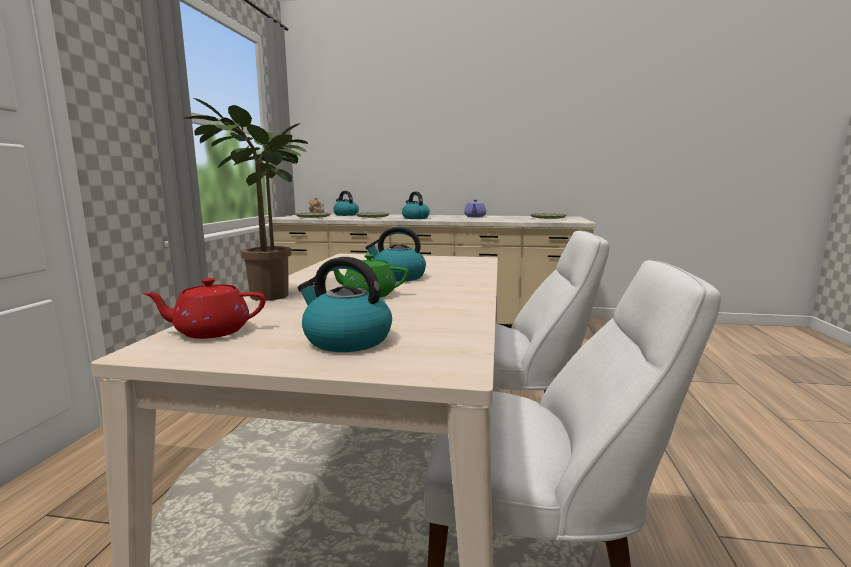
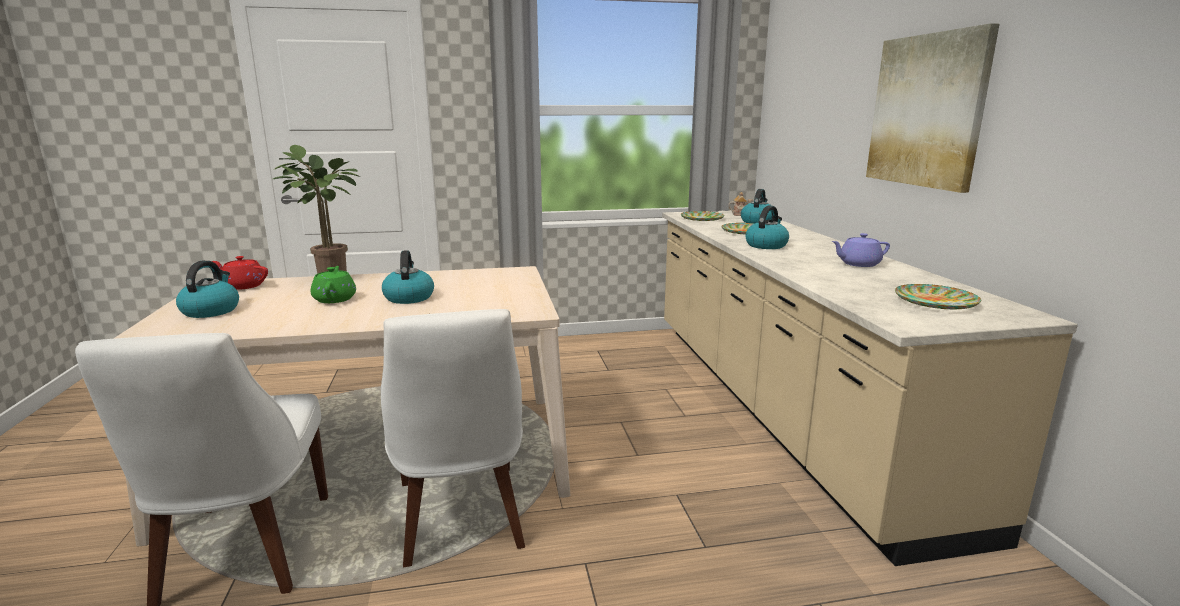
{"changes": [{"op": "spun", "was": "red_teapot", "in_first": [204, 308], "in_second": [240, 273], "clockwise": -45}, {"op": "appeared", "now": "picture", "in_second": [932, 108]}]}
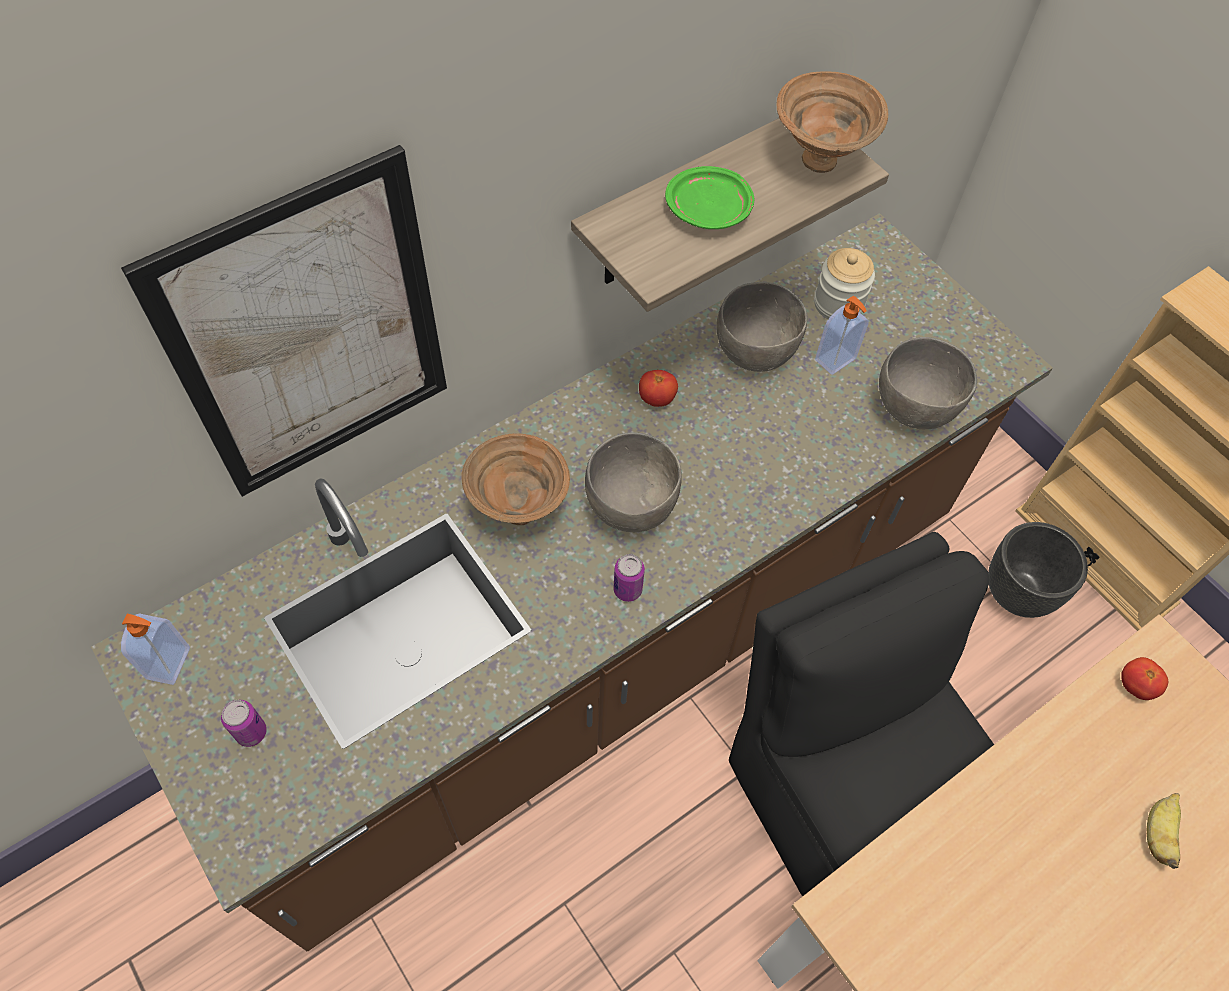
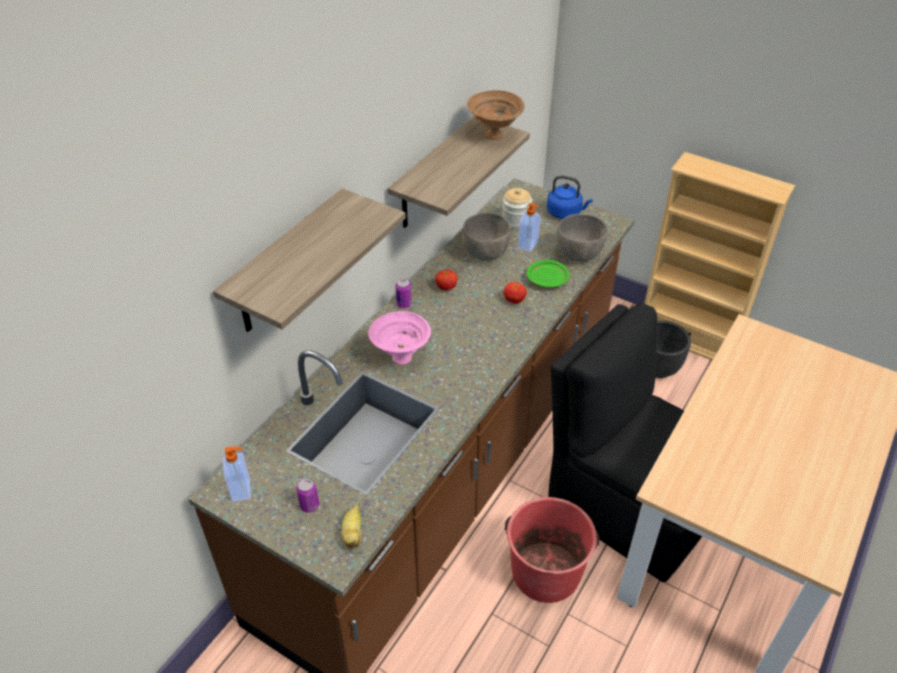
{"changes": [{"op": "exchanged", "was": "picture", "now": "shelf", "in_first": [284, 321], "in_second": [309, 260]}, {"op": "relocated", "was": "green_plate", "in_first": [709, 197], "in_second": [548, 273]}, {"op": "missing", "was": "grey_bowl", "in_first": [633, 482]}, {"op": "colour", "was": "brown_bowl", "now": "pink_bowl", "in_first": [515, 479], "in_second": [399, 338]}, {"op": "relocated", "was": "can", "in_first": [629, 578], "in_second": [404, 293]}, {"op": "relocated", "was": "tomato", "in_first": [1144, 678], "in_second": [515, 293]}, {"op": "relocated", "was": "banana", "in_first": [1164, 831], "in_second": [351, 526]}, {"op": "appeared", "now": "blue_kettle", "in_second": [570, 197]}, {"op": "appeared", "now": "red_bucket", "in_second": [552, 550]}]}
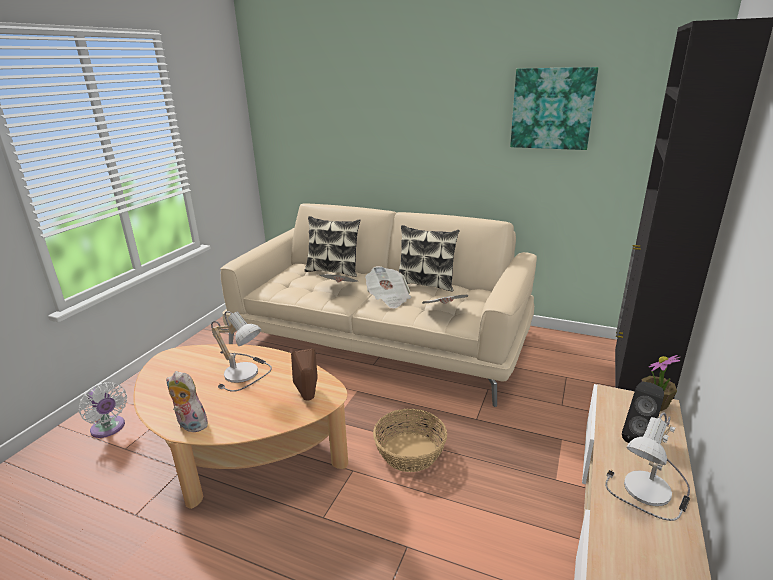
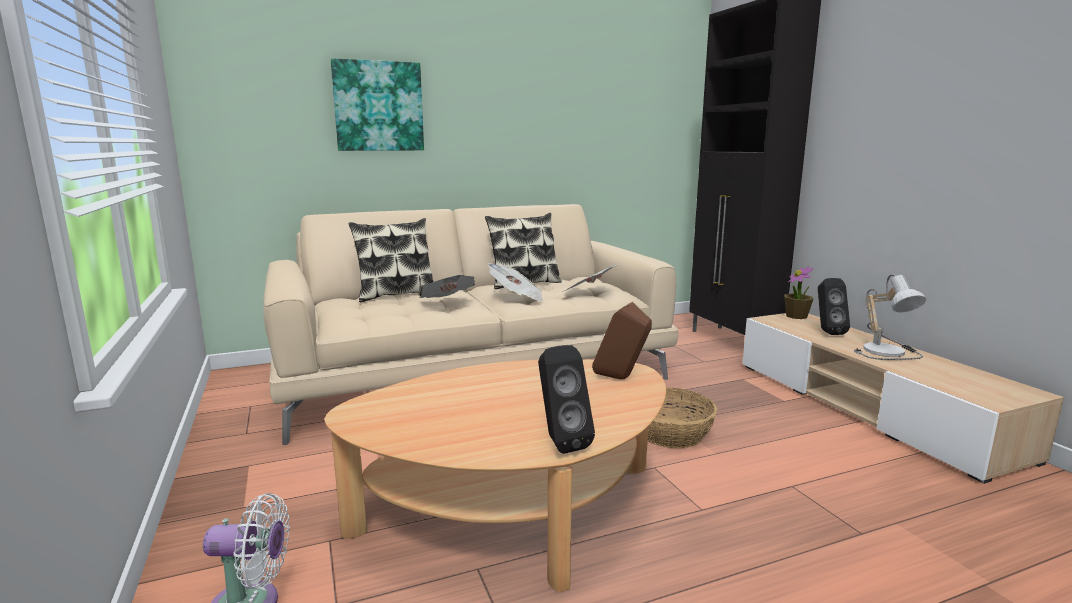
{"changes": [{"op": "relocated", "was": "picture", "in_first": [554, 108], "in_second": [377, 104]}, {"op": "missing", "was": "table_lamp", "in_first": [241, 351]}, {"op": "exchanged", "was": "plush_toy", "now": "black_speaker", "in_first": [187, 402], "in_second": [566, 399]}]}
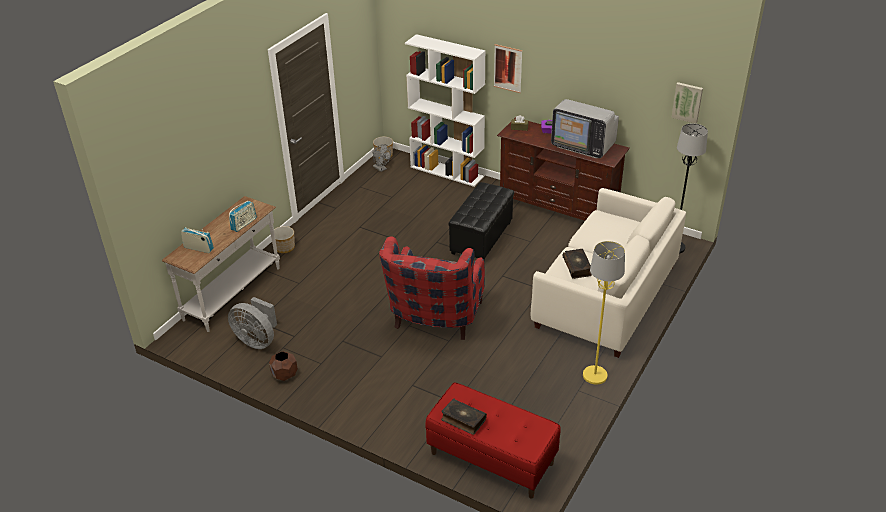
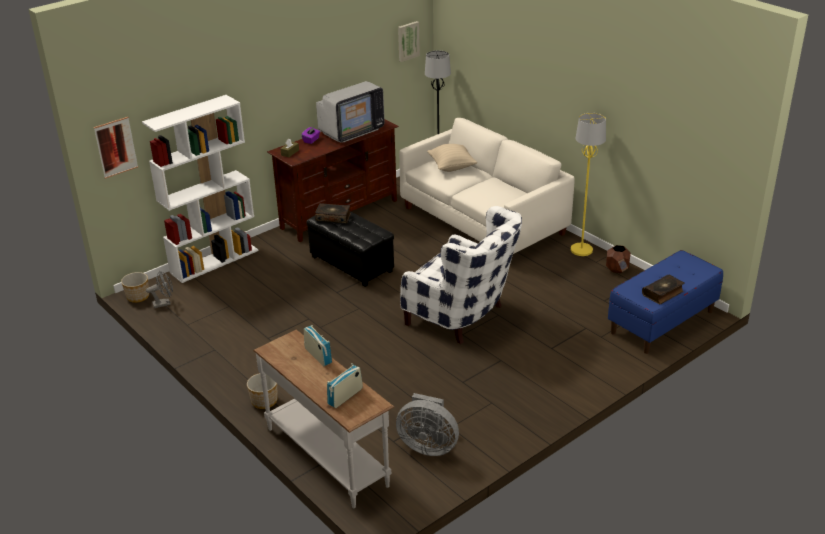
{"changes": [{"op": "relocated", "was": "picture", "in_first": [508, 68], "in_second": [116, 148]}, {"op": "colour", "was": "red_armchair", "now": "white_armchair", "in_first": [432, 288], "in_second": [461, 275]}, {"op": "relocated", "was": "book", "in_first": [577, 264], "in_second": [333, 213]}, {"op": "spun", "was": "grey_fan", "in_first": [252, 323], "in_second": [427, 424], "clockwise": 60}, {"op": "relocated", "was": "brown_planter", "in_first": [283, 366], "in_second": [618, 259]}, {"op": "colour", "was": "red_bench", "now": "blue_bench", "in_first": [493, 440], "in_second": [665, 302]}, {"op": "appeared", "now": "beige_pillow", "in_second": [452, 158]}]}
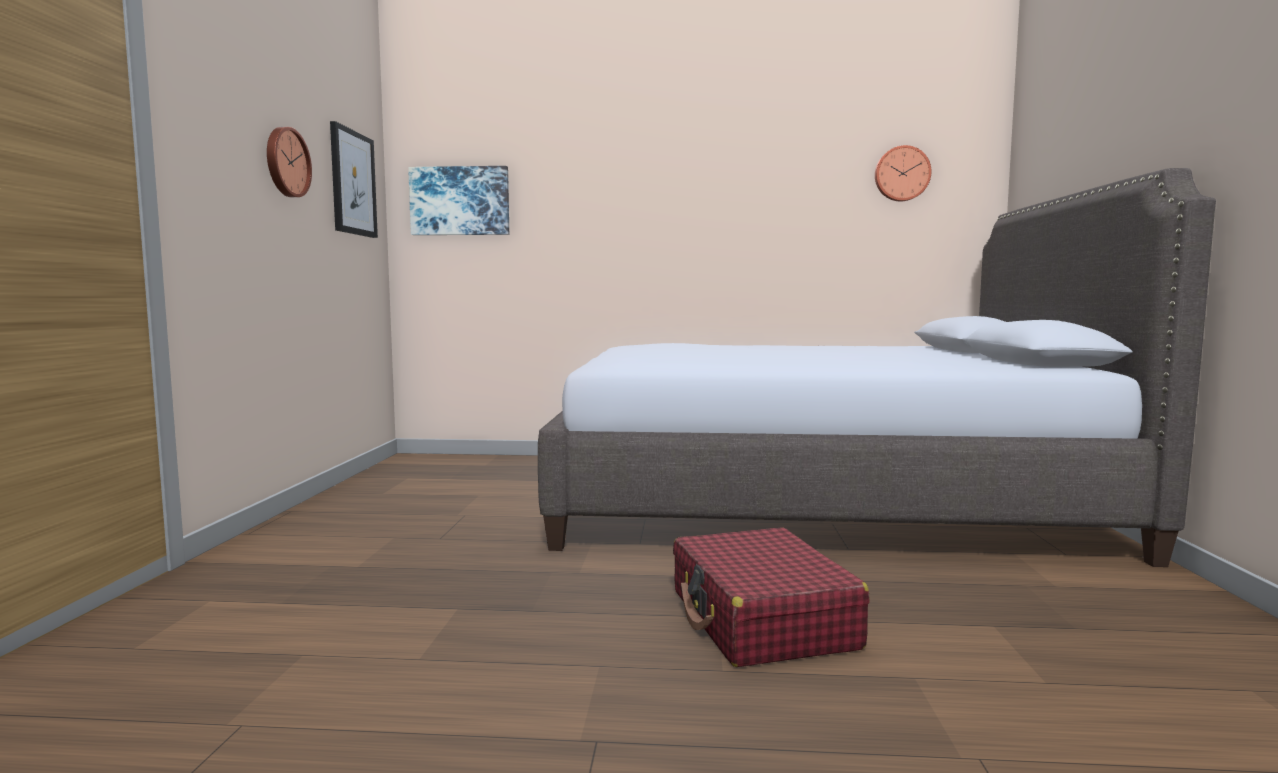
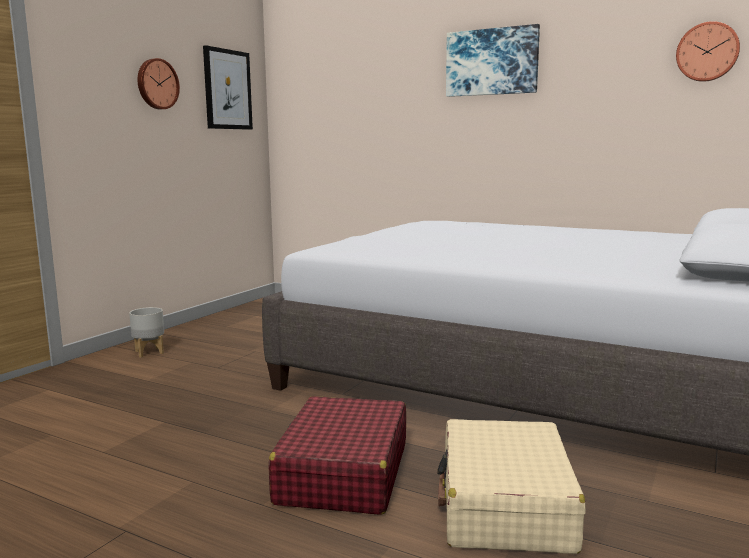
{"changes": [{"op": "relocated", "was": "picture", "in_first": [458, 200], "in_second": [493, 60]}, {"op": "appeared", "now": "grey_planter", "in_second": [146, 332]}, {"op": "appeared", "now": "beige_suitcase", "in_second": [511, 486]}]}
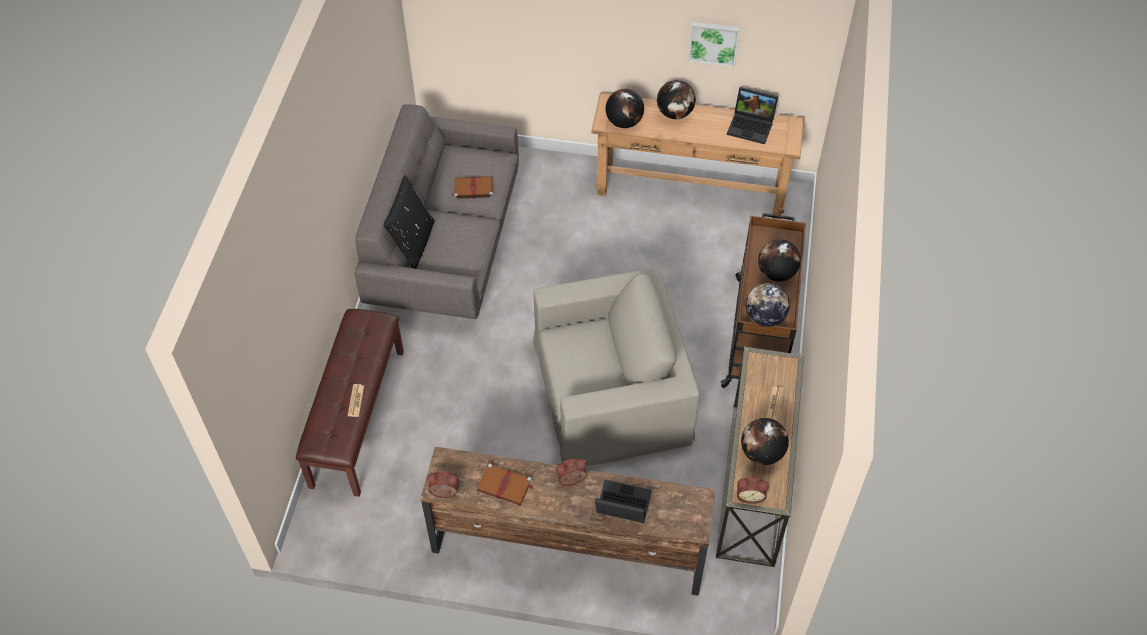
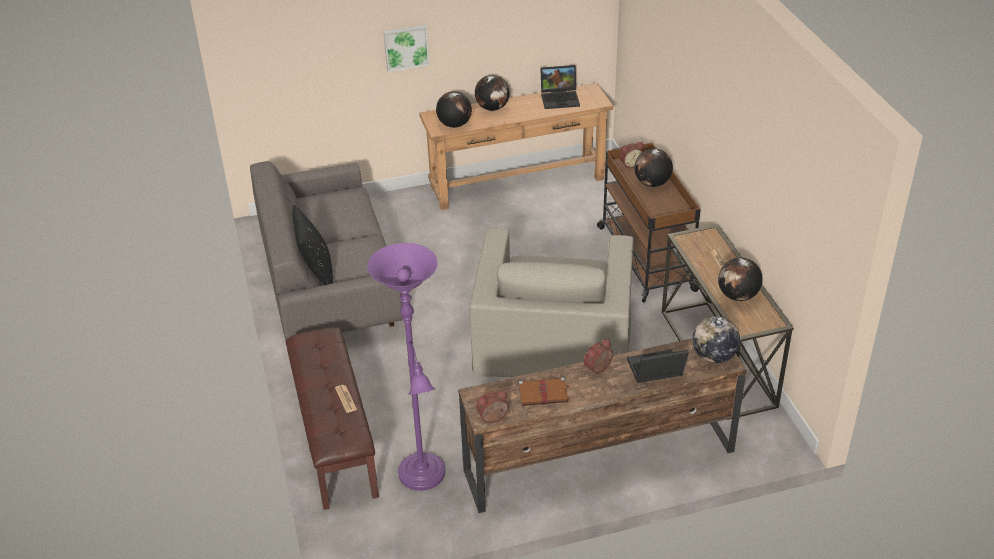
{"changes": [{"op": "relocated", "was": "picture", "in_first": [714, 44], "in_second": [406, 48]}, {"op": "missing", "was": "brown_book", "in_first": [472, 187]}, {"op": "spun", "was": "beige_armchair", "in_first": [616, 367], "in_second": [551, 303], "clockwise": 135}, {"op": "relocated", "was": "globe", "in_first": [768, 305], "in_second": [716, 339]}, {"op": "relocated", "was": "alarm_clock", "in_first": [753, 491], "in_second": [631, 155]}, {"op": "appeared", "now": "purple_floor_lamp", "in_second": [406, 367]}]}
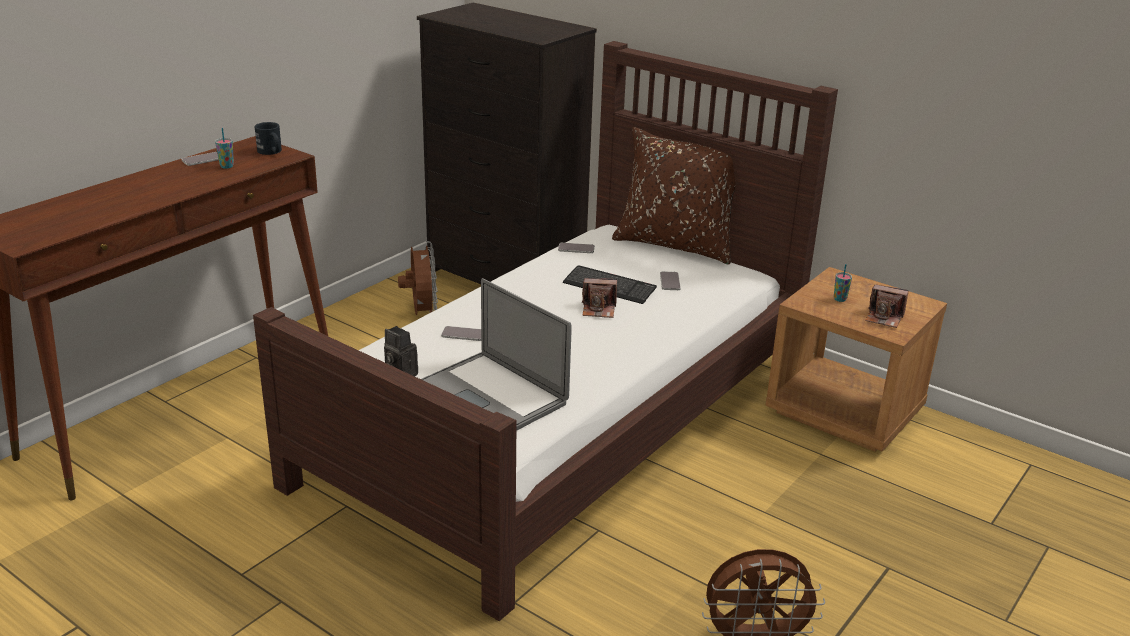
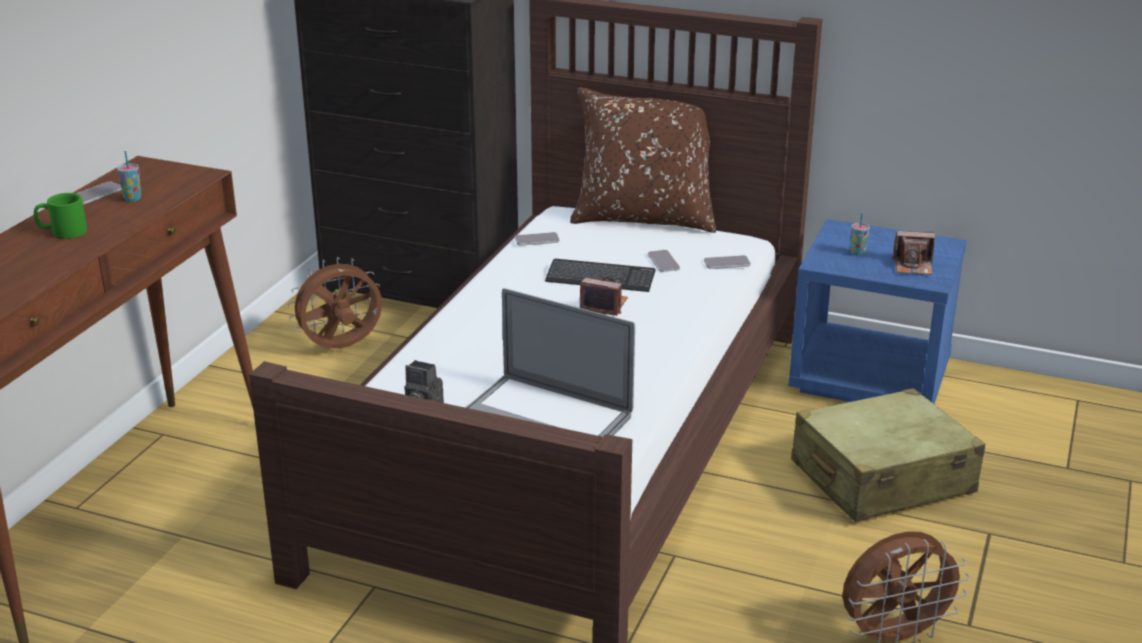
{"changes": [{"op": "missing", "was": "black_mug", "in_first": [268, 138]}, {"op": "spun", "was": "brown_fan", "in_first": [418, 278], "in_second": [335, 303], "clockwise": -90}, {"op": "colour", "was": "brown_nightstand", "now": "blue_nightstand", "in_first": [856, 359], "in_second": [877, 311]}, {"op": "spun", "was": "photo_camera", "in_first": [599, 298], "in_second": [604, 296], "clockwise": -150}, {"op": "relocated", "was": "phone", "in_first": [461, 333], "in_second": [727, 262]}, {"op": "appeared", "now": "green_mug", "in_second": [60, 216]}, {"op": "appeared", "now": "beige_suitcase", "in_second": [888, 455]}]}
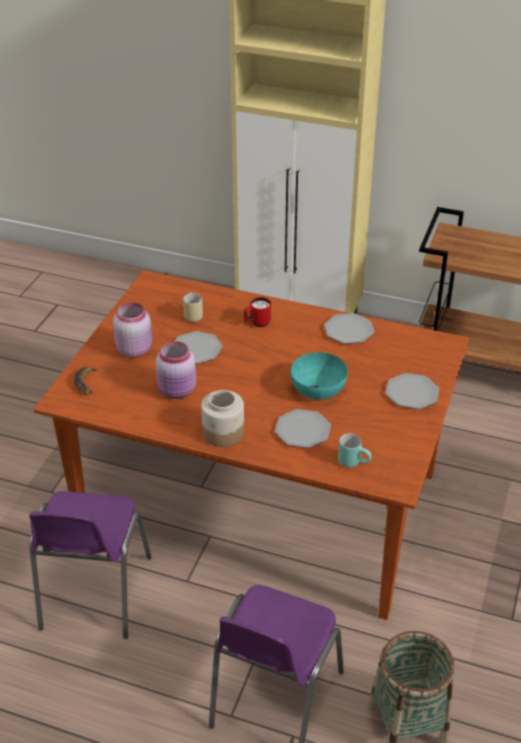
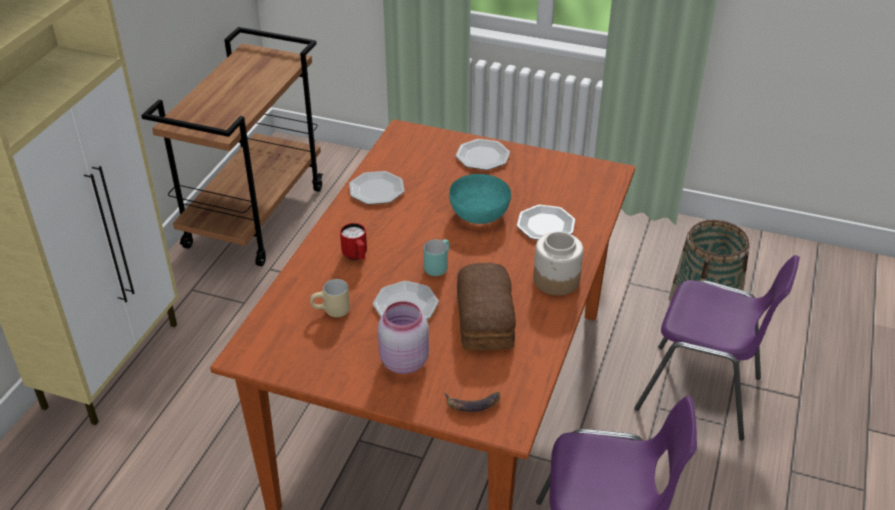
{"changes": [{"op": "exchanged", "was": "pink_jar", "now": "bread", "in_first": [176, 370], "in_second": [486, 307]}, {"op": "relocated", "was": "turquoise_mug", "in_first": [355, 450], "in_second": [437, 257]}]}
